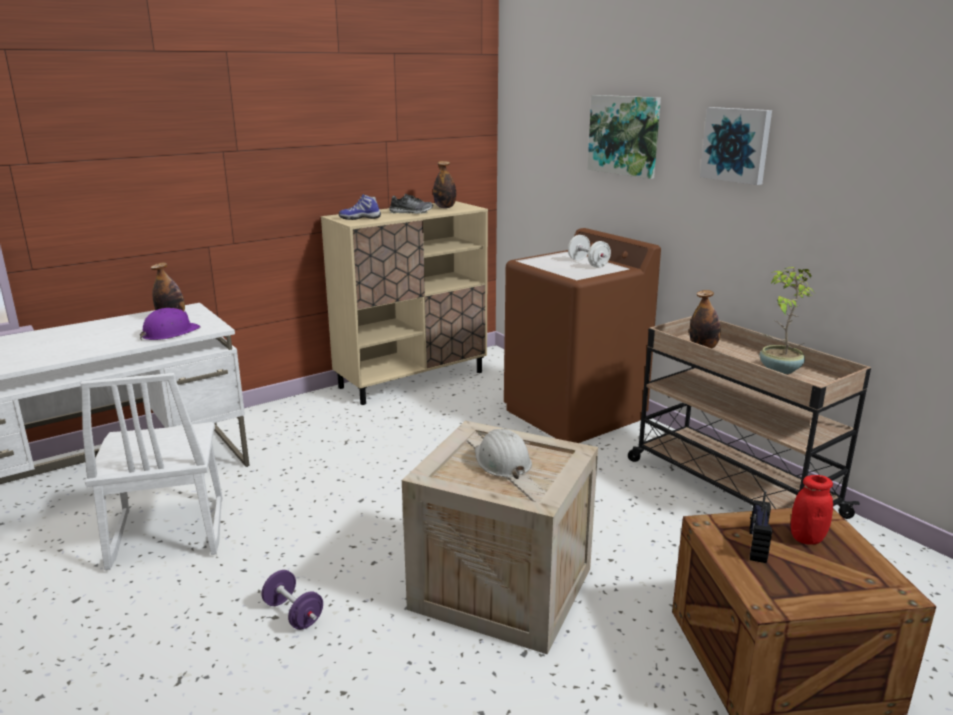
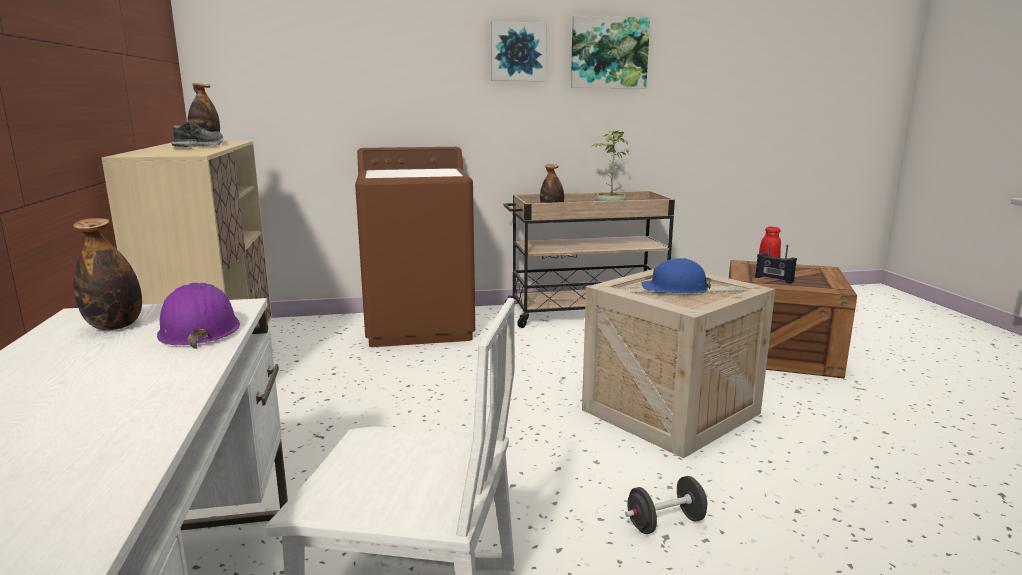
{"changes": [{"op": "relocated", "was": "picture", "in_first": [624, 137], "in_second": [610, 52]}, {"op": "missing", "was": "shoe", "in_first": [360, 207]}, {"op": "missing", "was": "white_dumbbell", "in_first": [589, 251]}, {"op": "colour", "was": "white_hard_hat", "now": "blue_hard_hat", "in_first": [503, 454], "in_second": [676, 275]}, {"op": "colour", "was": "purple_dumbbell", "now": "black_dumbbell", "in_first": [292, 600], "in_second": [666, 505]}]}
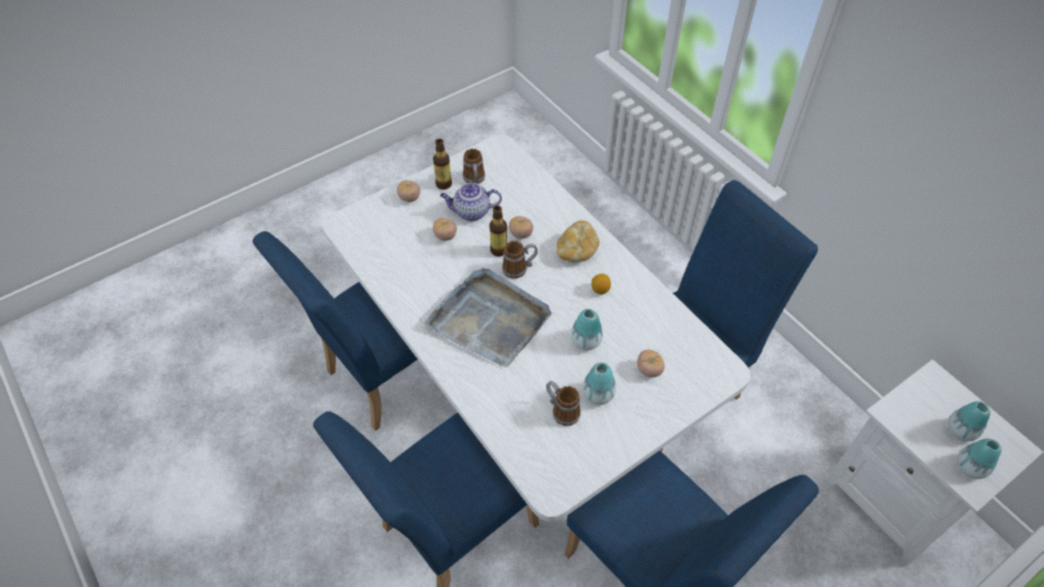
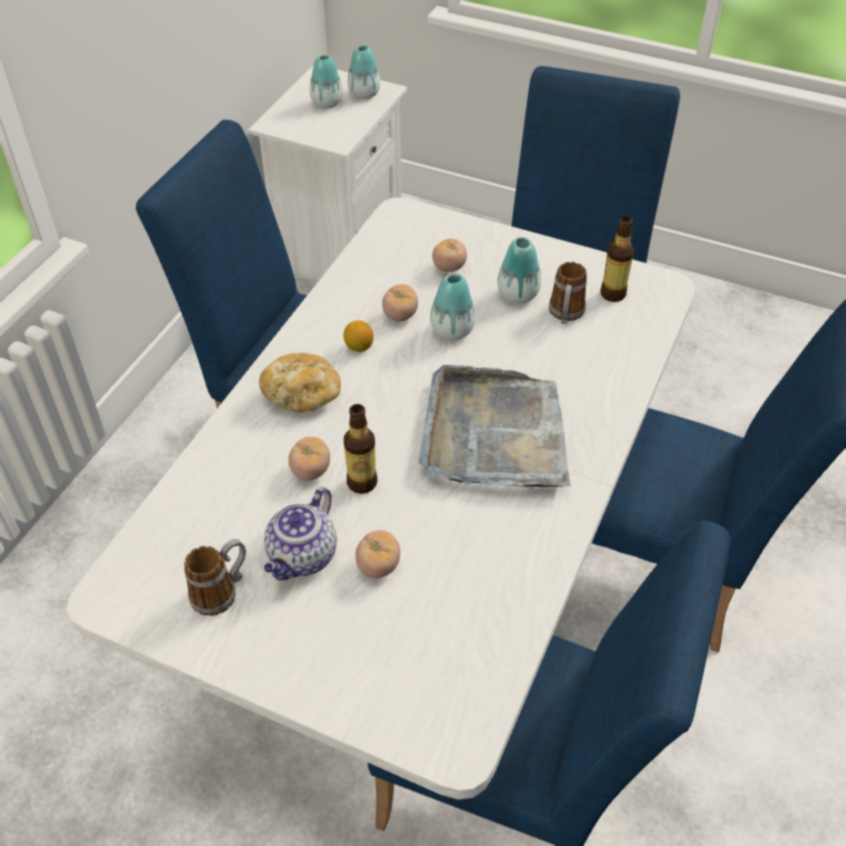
{"changes": [{"op": "relocated", "was": "bottle", "in_first": [442, 164], "in_second": [617, 259]}, {"op": "relocated", "was": "tomato", "in_first": [408, 191], "in_second": [400, 303]}, {"op": "spun", "was": "teapot", "in_first": [471, 202], "in_second": [300, 534], "clockwise": 60}, {"op": "missing", "was": "mug", "in_first": [520, 260]}]}
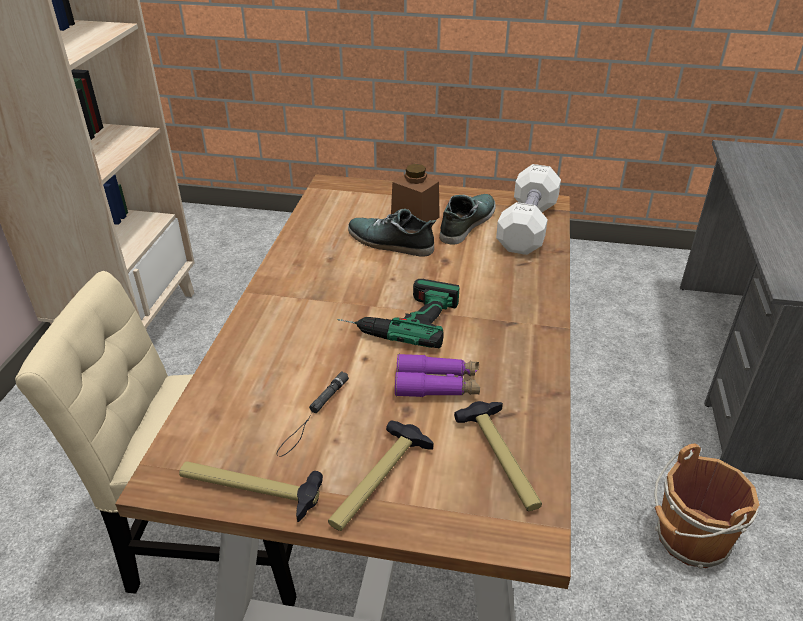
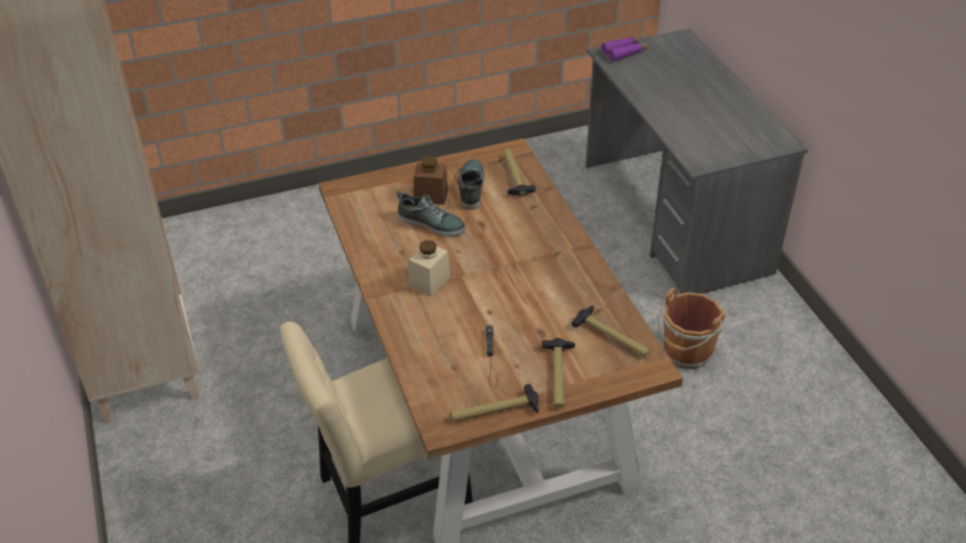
{"changes": [{"op": "exchanged", "was": "white_dumbbell", "now": "hammer", "in_first": [528, 209], "in_second": [519, 172]}, {"op": "spun", "was": "shoe", "in_first": [392, 233], "in_second": [431, 213], "clockwise": -150}, {"op": "missing", "was": "power_drill", "in_first": [399, 313]}, {"op": "relocated", "was": "purple_binoculars", "in_first": [437, 375], "in_second": [624, 48]}, {"op": "appeared", "now": "beige_jar", "in_second": [429, 268]}]}
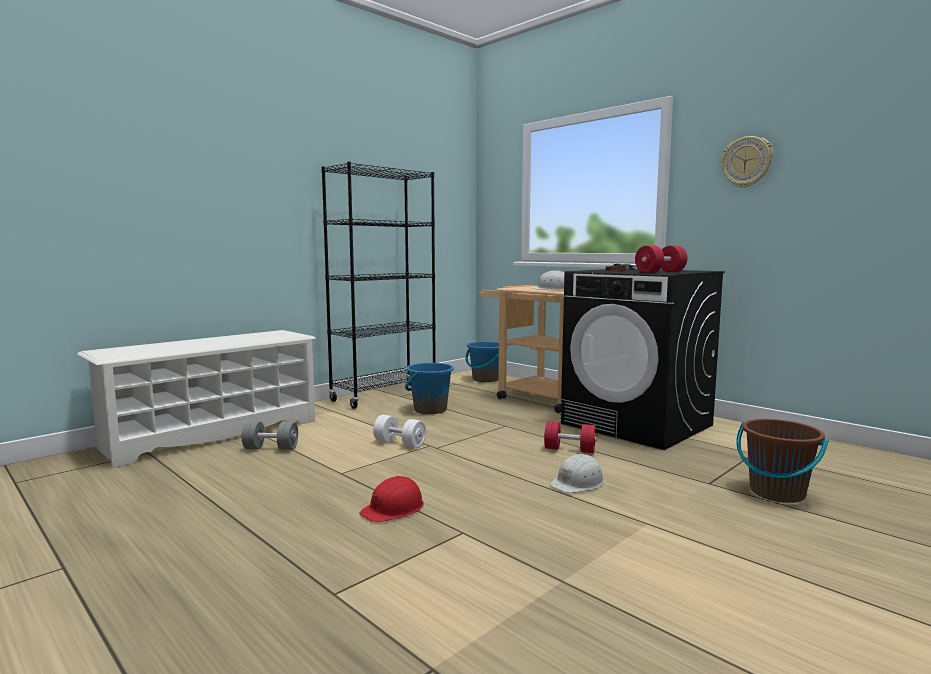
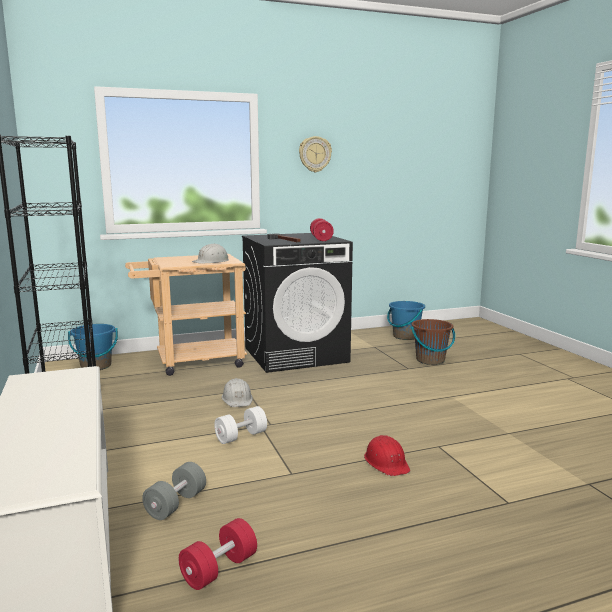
{"changes": [{"op": "relocated", "was": "blue_bucket", "in_first": [429, 388], "in_second": [406, 320]}, {"op": "relocated", "was": "red_dumbbell", "in_first": [570, 437], "in_second": [218, 554]}, {"op": "relocated", "was": "white_hard_hat", "in_first": [576, 473], "in_second": [237, 392]}]}
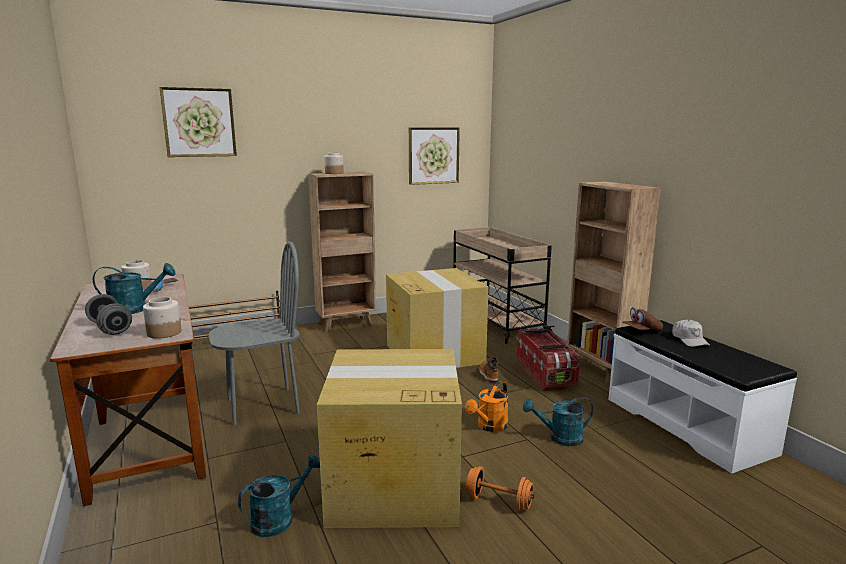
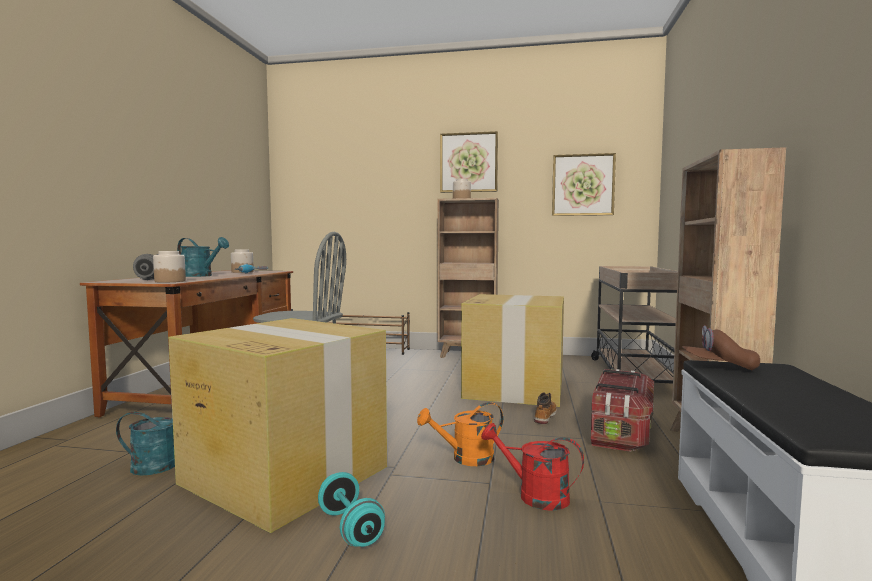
{"changes": [{"op": "relocated", "was": "picture", "in_first": [198, 122], "in_second": [469, 162]}, {"op": "missing", "was": "white_cap", "in_first": [691, 333]}, {"op": "colour", "was": "turquoise_watering_can", "now": "red_watering_can", "in_first": [558, 421], "in_second": [532, 467]}, {"op": "colour", "was": "orange_dumbbell", "now": "turquoise_dumbbell", "in_first": [500, 488], "in_second": [351, 509]}]}
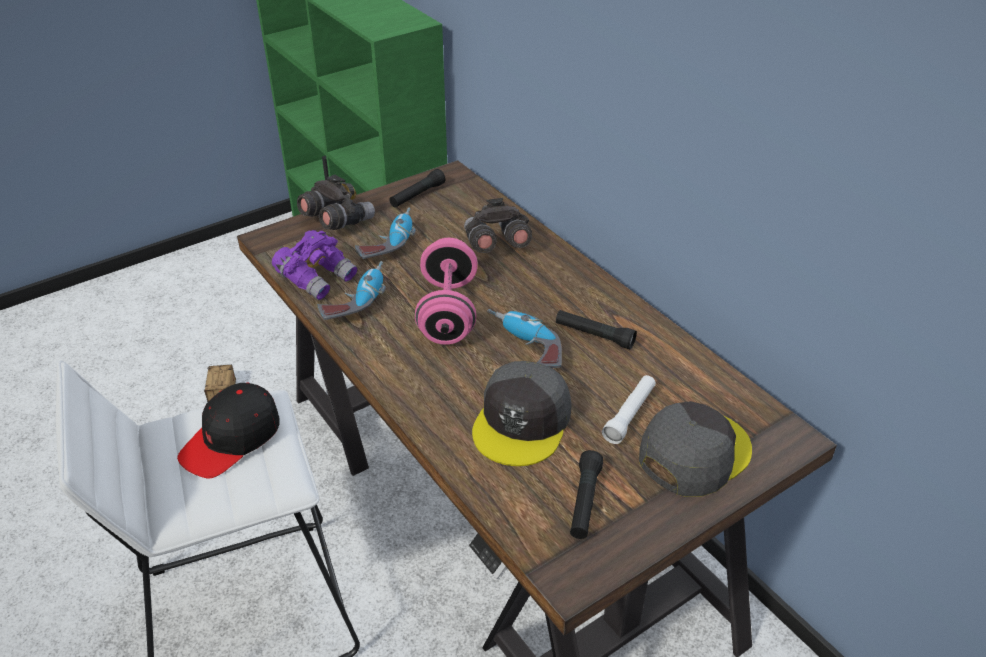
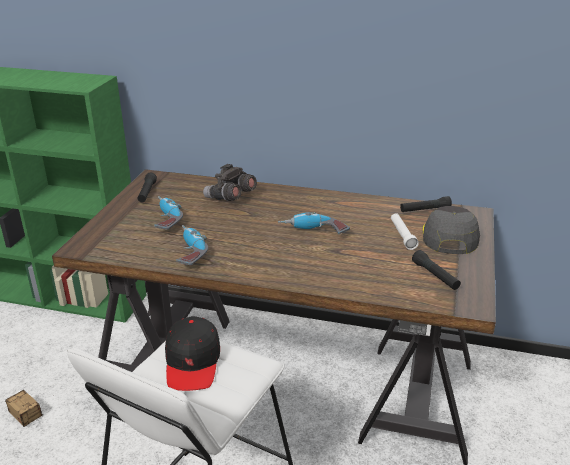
{"changes": [{"op": "missing", "was": "grey_binoculars", "in_first": [336, 202]}, {"op": "missing", "was": "purple_binoculars", "in_first": [315, 265]}, {"op": "missing", "was": "pink_dumbbell", "in_first": [446, 291]}, {"op": "relocated", "was": "black_flashlight", "in_first": [596, 330], "in_second": [426, 204]}, {"op": "missing", "was": "grey_cap", "in_first": [522, 413]}]}
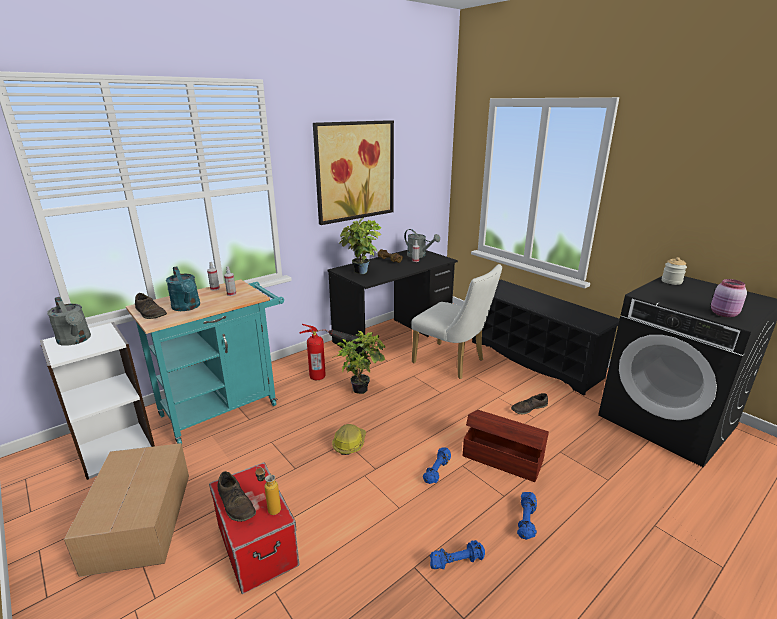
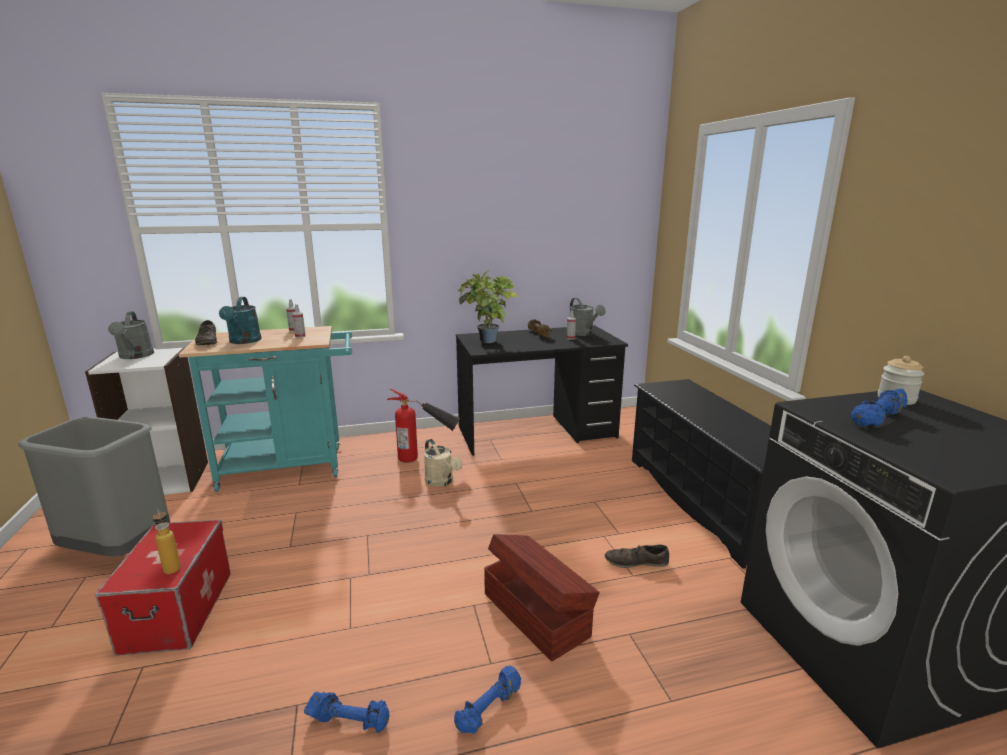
{"changes": [{"op": "missing", "was": "picture", "in_first": [353, 172]}, {"op": "missing", "was": "white_chair", "in_first": [456, 321]}, {"op": "missing", "was": "pink_jar", "in_first": [729, 298]}, {"op": "exchanged", "was": "potted_plant", "now": "beige_watering_can", "in_first": [358, 362], "in_second": [443, 463]}, {"op": "missing", "was": "hard_hat", "in_first": [349, 439]}, {"op": "exchanged", "was": "cardboard_box", "now": "grey_trash_can", "in_first": [126, 510], "in_second": [94, 486]}, {"op": "relocated", "was": "blue_dumbbell", "in_first": [437, 465], "in_second": [879, 407]}, {"op": "missing", "was": "brown_shoe", "in_first": [237, 496]}]}
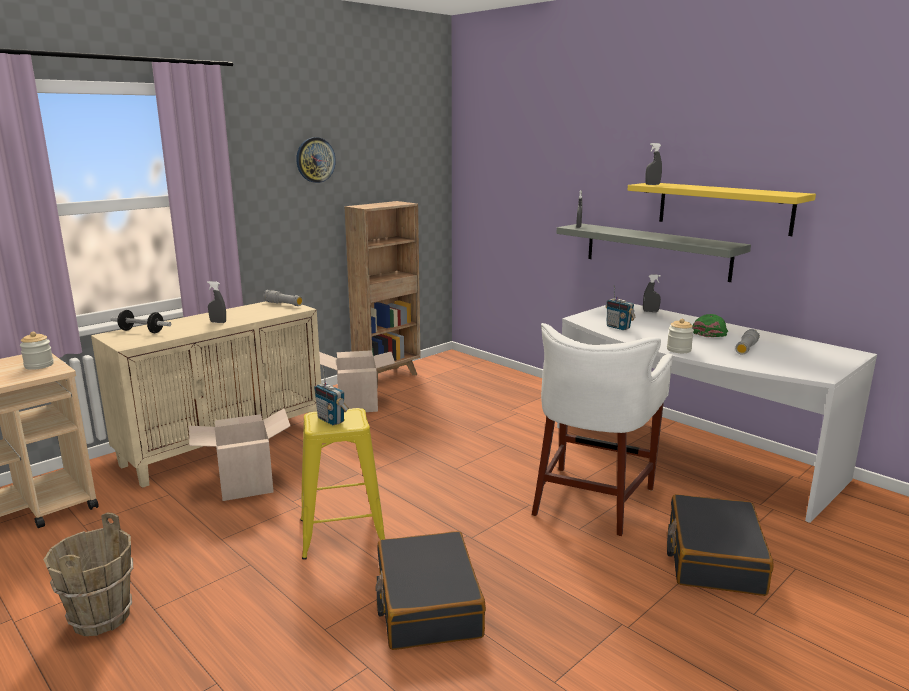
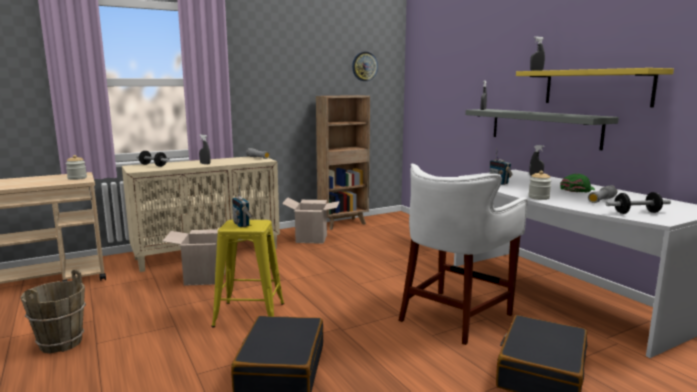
{"changes": [{"op": "relocated", "was": "wall_clock", "in_first": [316, 160], "in_second": [365, 66]}, {"op": "appeared", "now": "dumbbell", "in_second": [638, 203]}]}
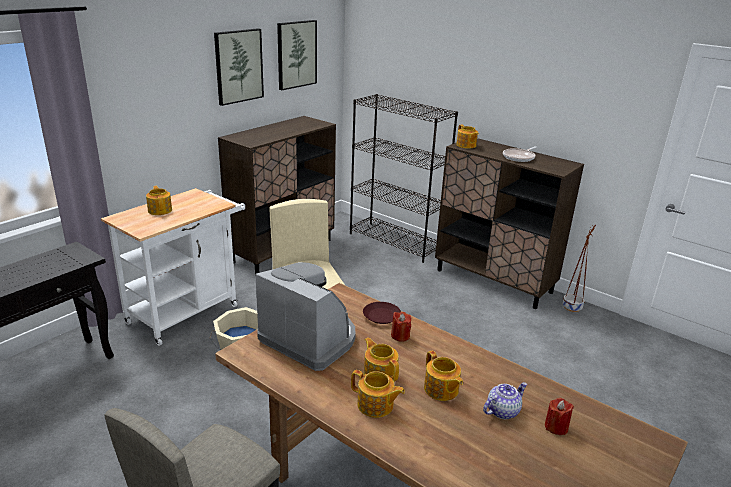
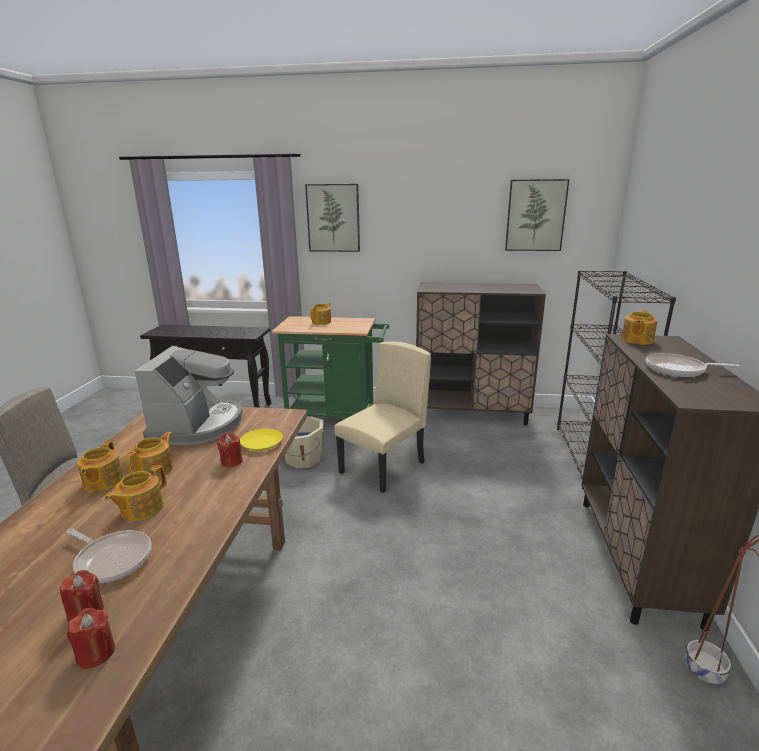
{"changes": [{"op": "relocated", "was": "picture", "in_first": [239, 67], "in_second": [332, 218]}, {"op": "colour", "was": "white_cart", "now": "green_cart", "in_first": [173, 267], "in_second": [330, 367]}, {"op": "colour", "was": "brown_plate", "now": "yellow_plate", "in_first": [382, 313], "in_second": [261, 440]}, {"op": "exchanged", "was": "teapot", "now": "frying_pan", "in_first": [505, 400], "in_second": [109, 555]}, {"op": "appeared", "now": "red_candle", "in_second": [90, 638]}]}
